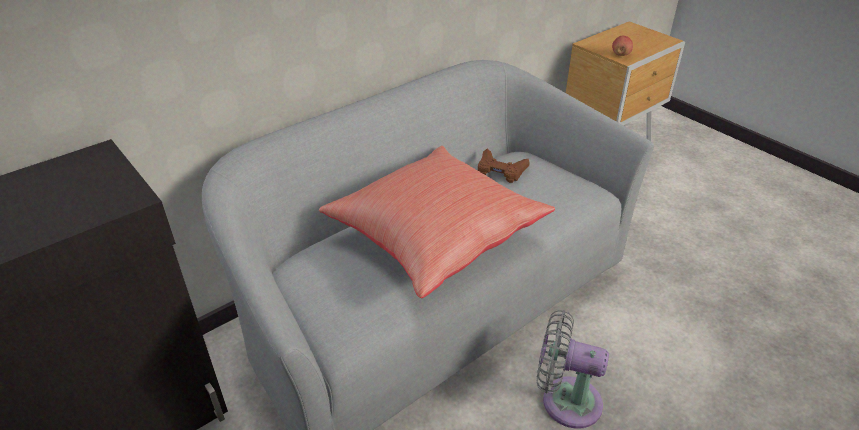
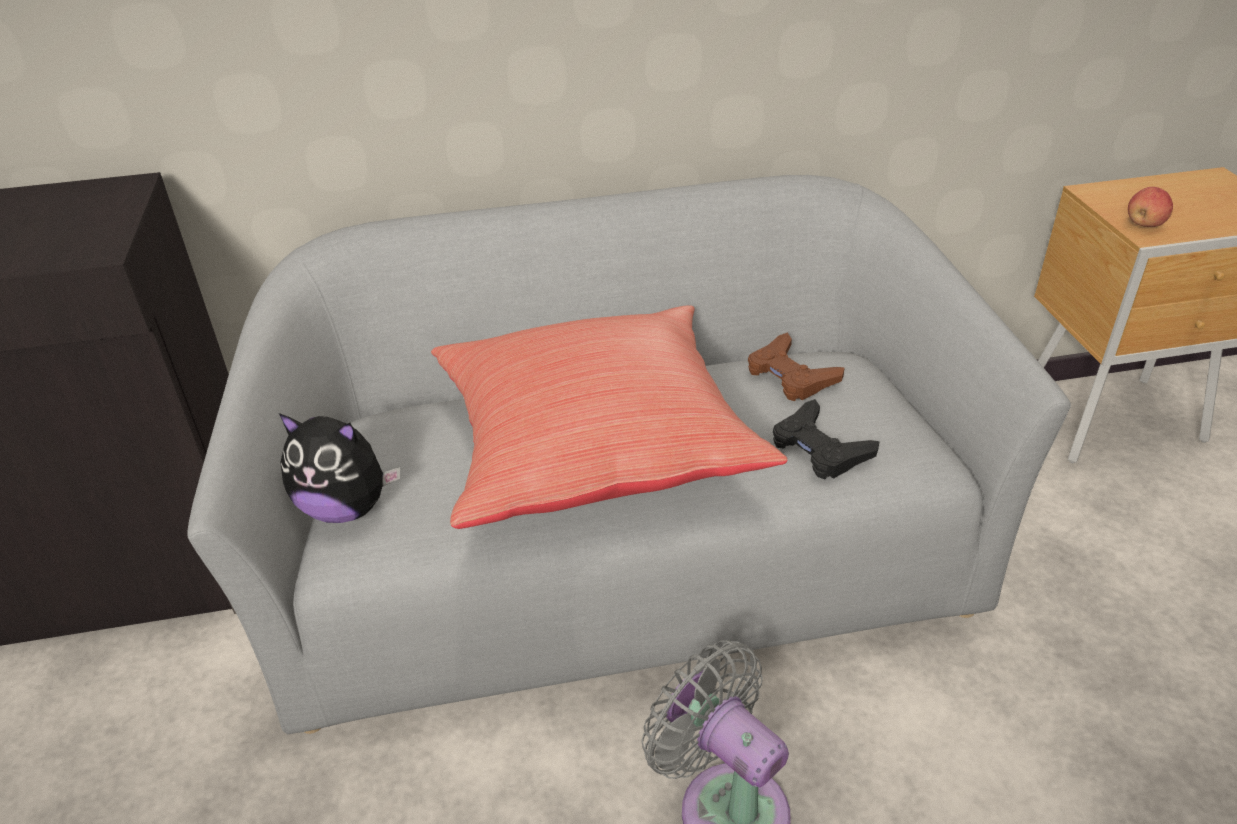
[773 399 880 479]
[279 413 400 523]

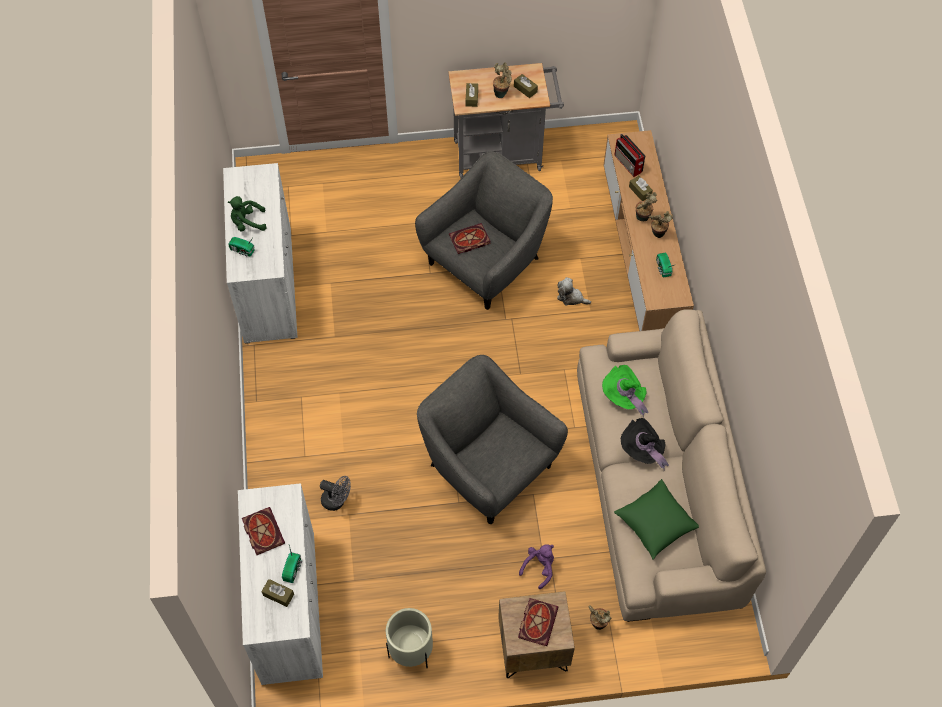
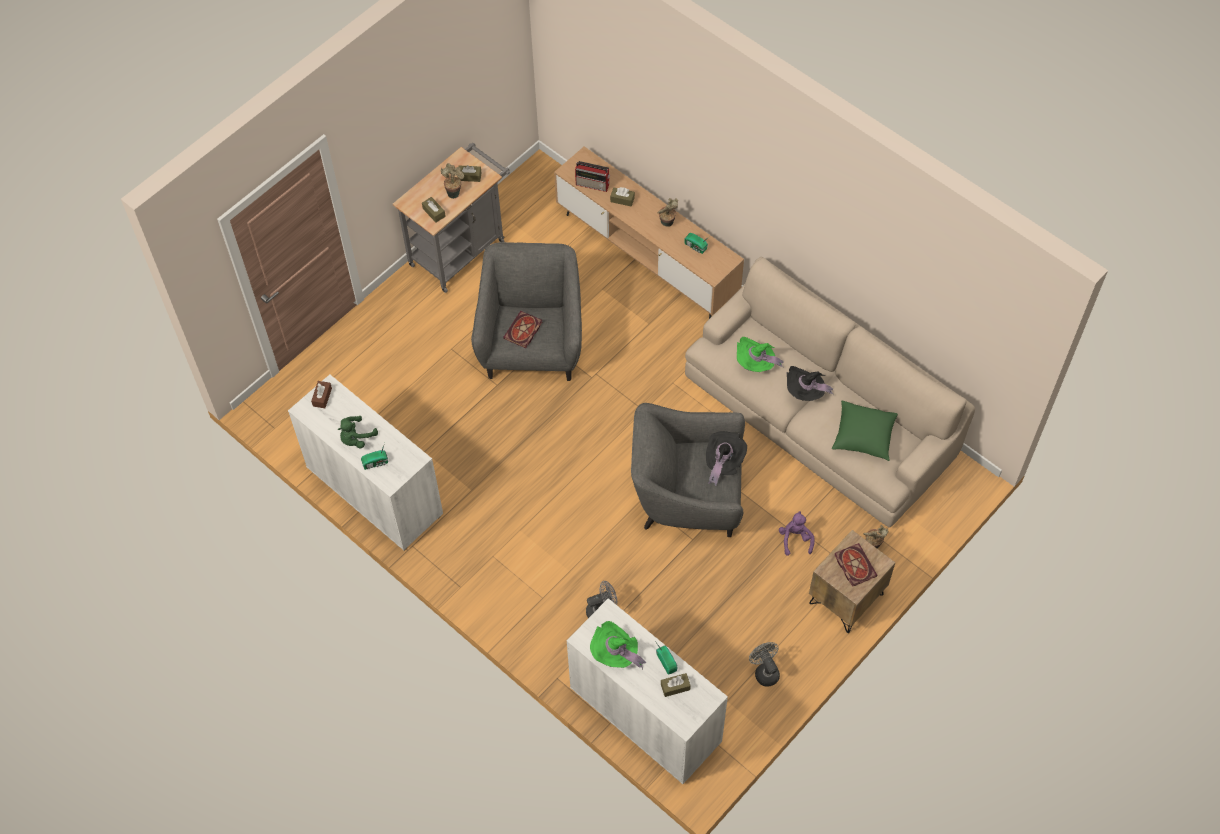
[636 192 657 221] (first image)
[557 277 591 305] (first image)
[590 621 646 670]
[749 642 780 687]
[311 381 332 408]
[706 431 747 486]

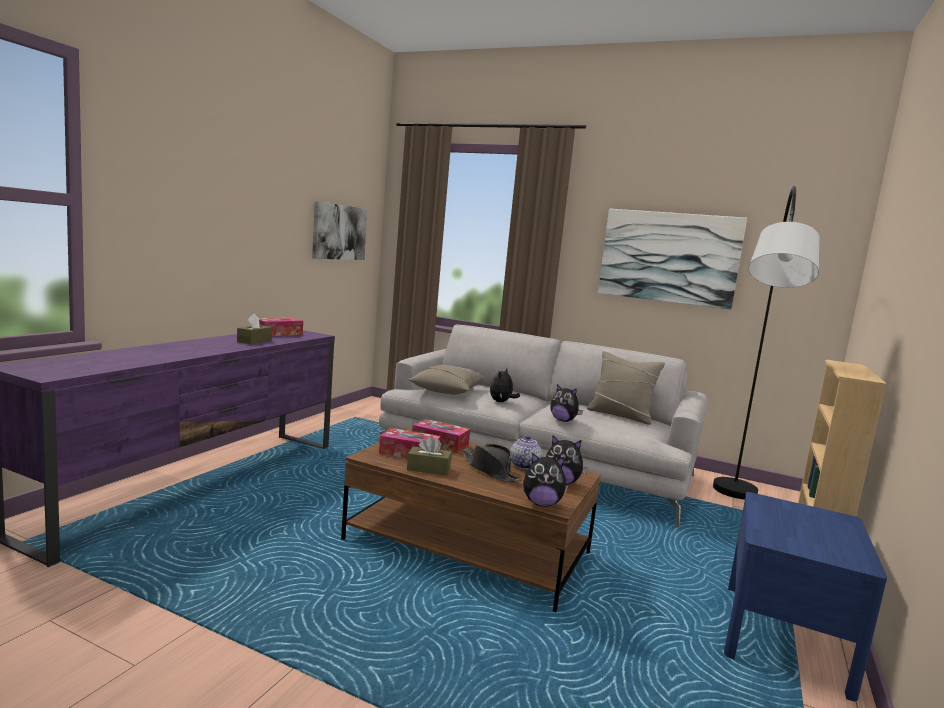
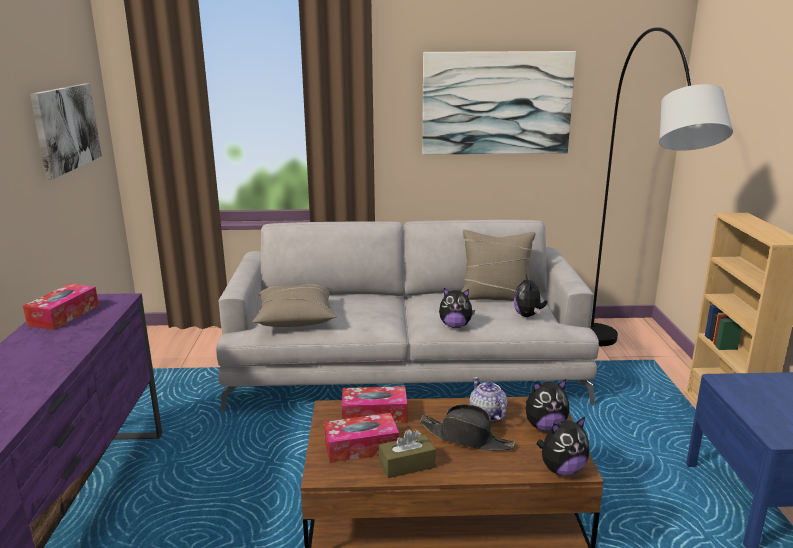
[237 314 272 344] (first image)
[514 275 547 317]

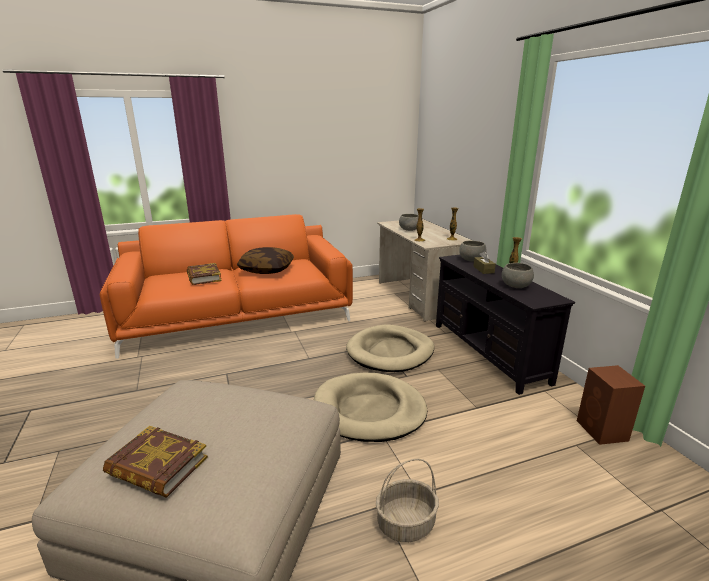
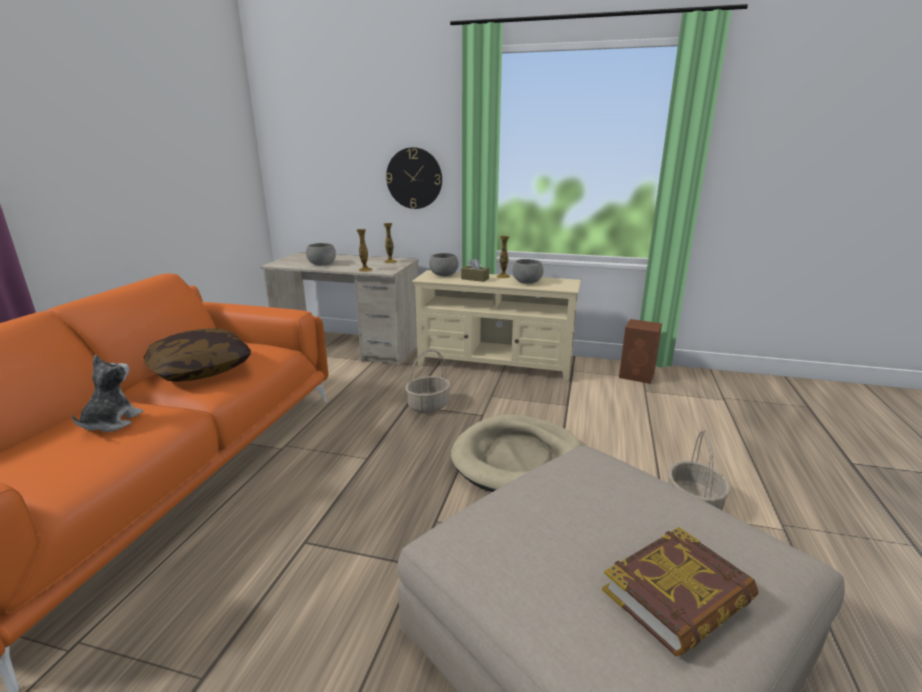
[412 270 581 381]
[72 355 143 432]
[406 349 451 413]
[386 147 442 209]

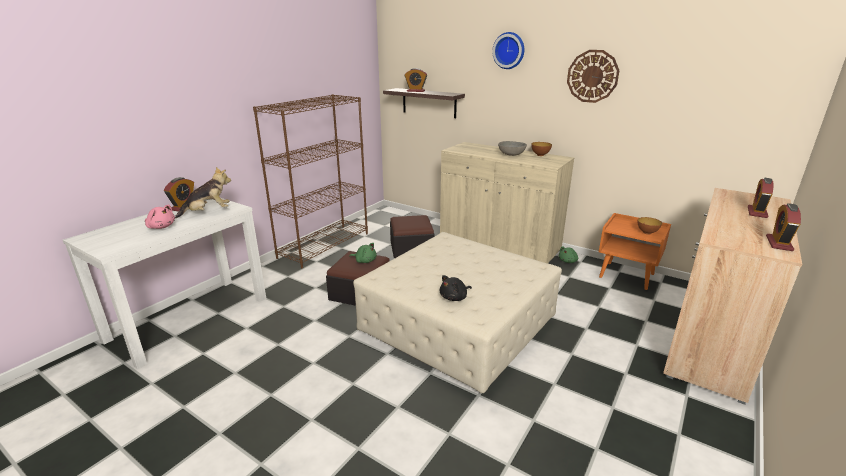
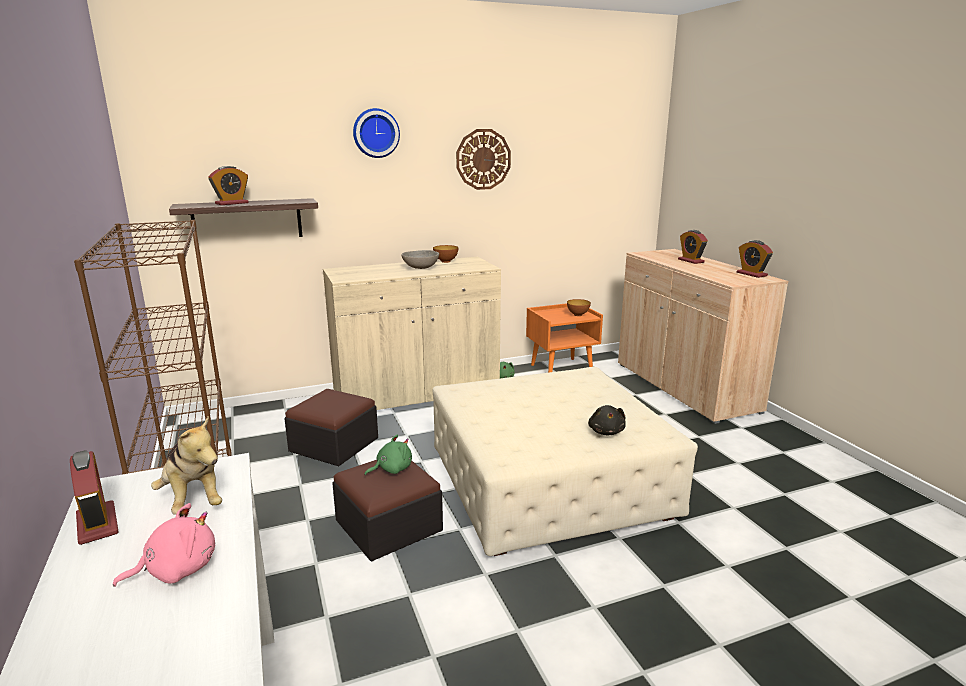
[151 415 222 515]

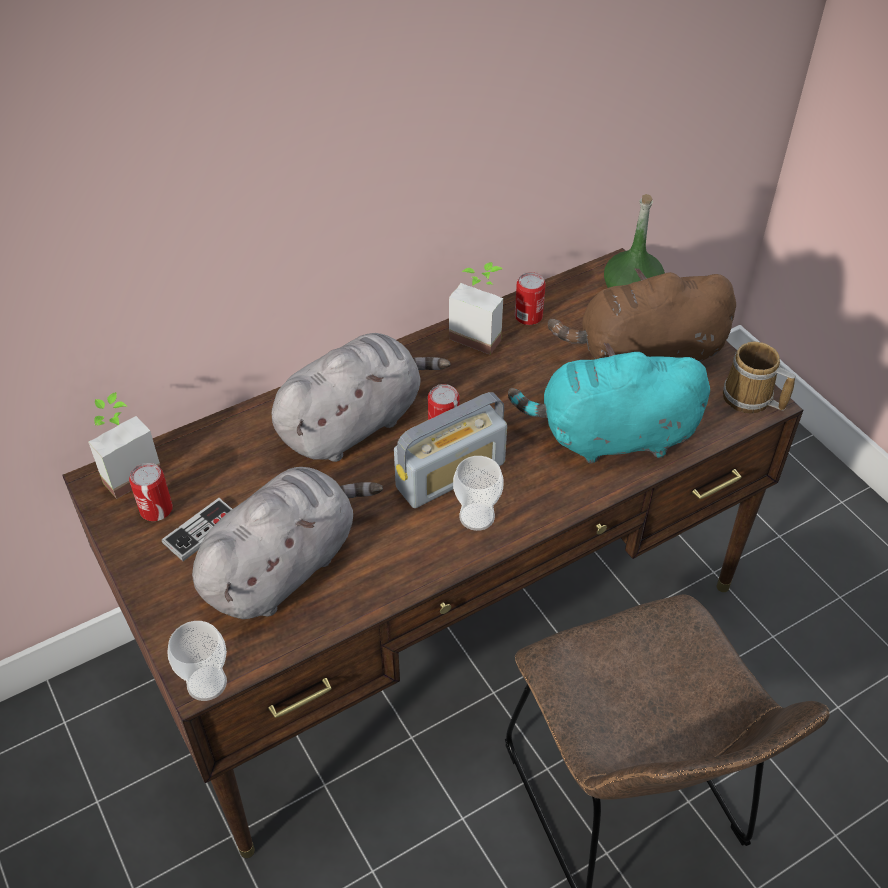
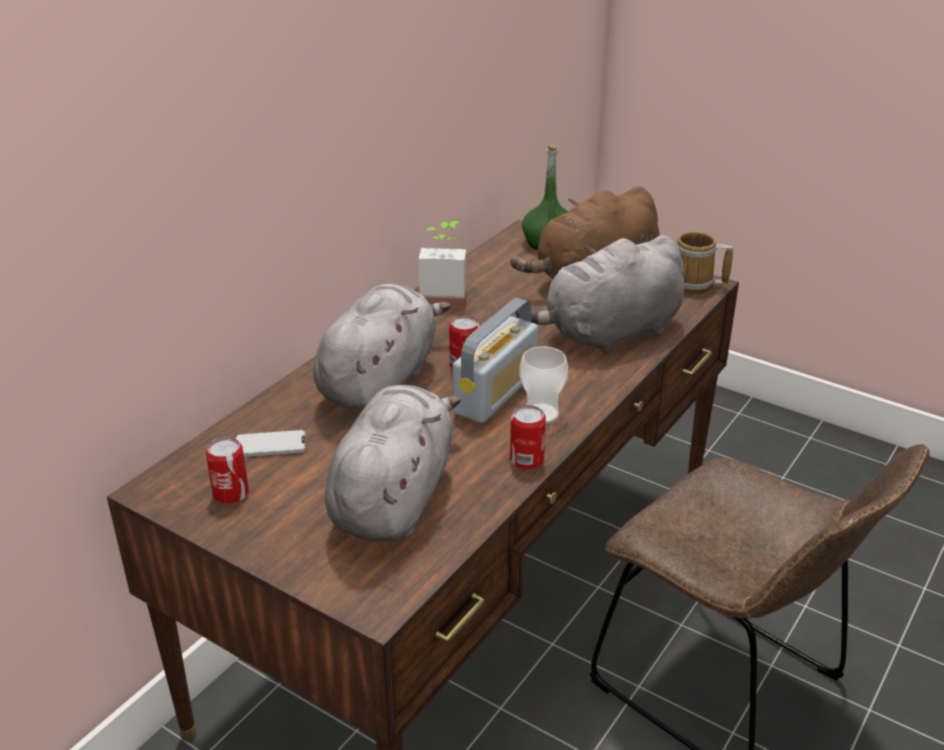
[510 405 546 470]
[515 235 684 355]
[88 392 161 499] (first image)
[162 498 232 561] (first image)
[167 621 227 701] (first image)
[235 430 306 457]

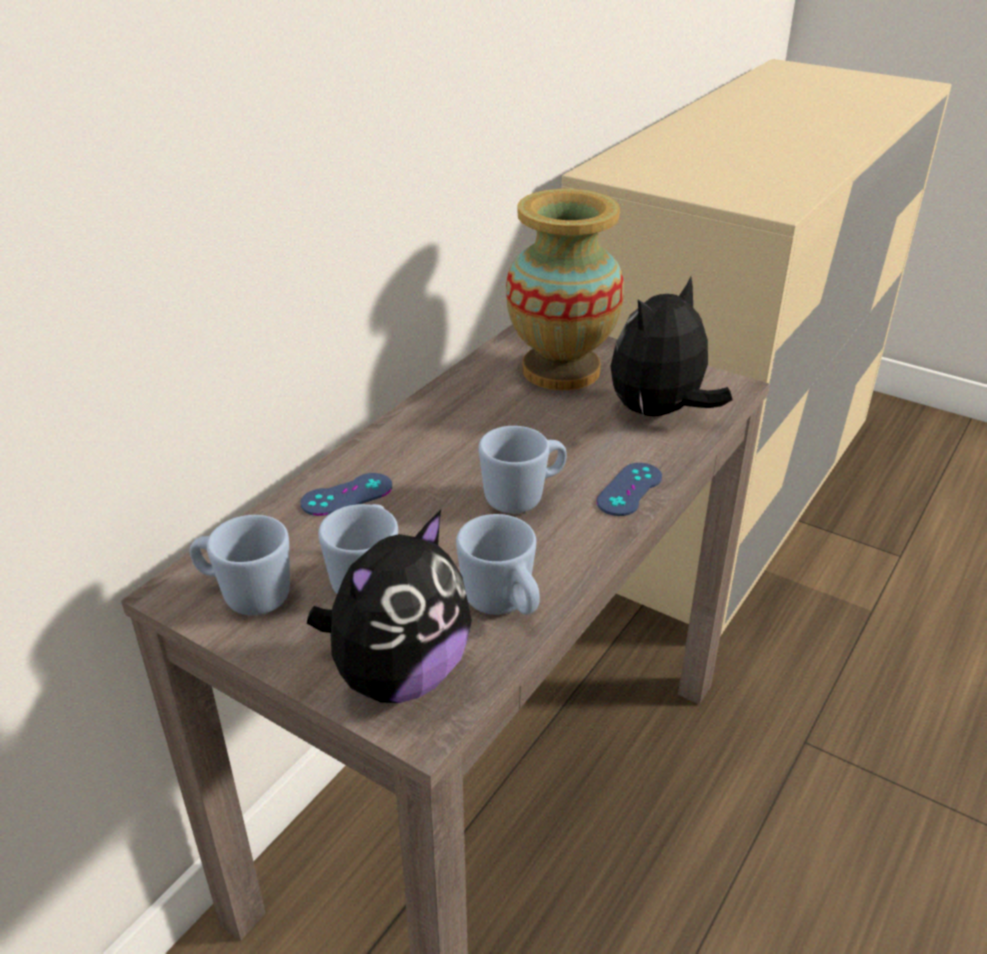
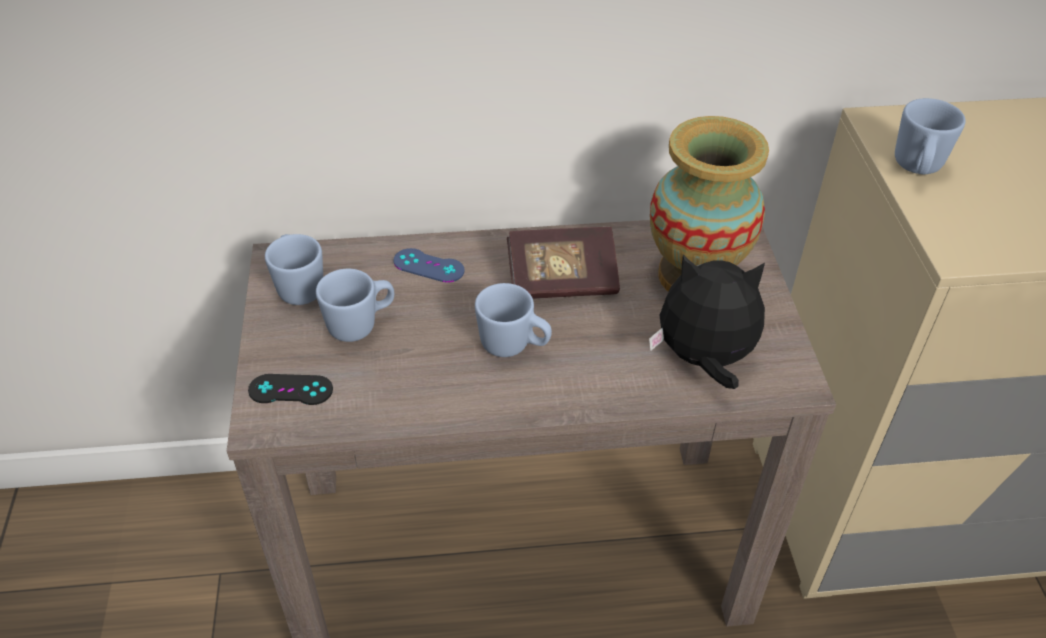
[596 463 662 516] (first image)
[248 374 333 405]
[895 98 966 175]
[507 227 620 299]

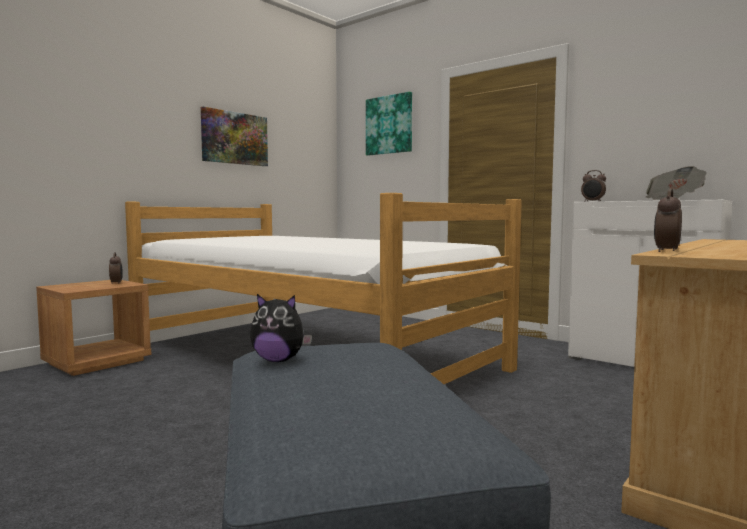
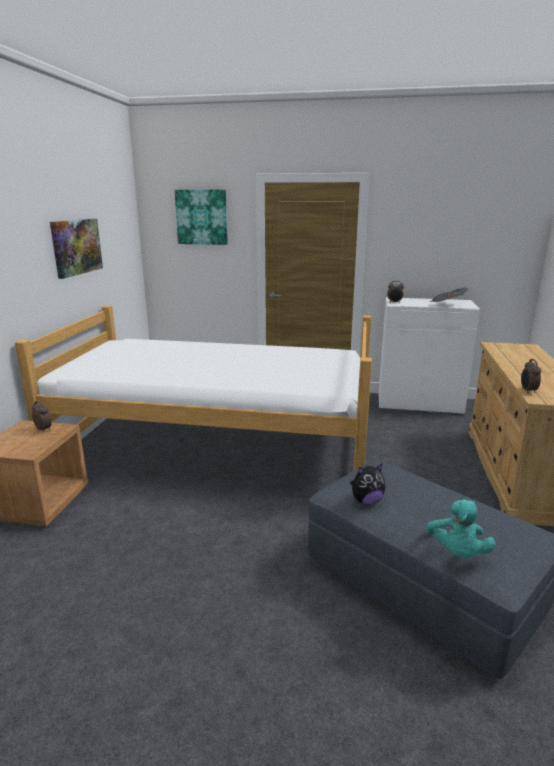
[426 499 496 558]

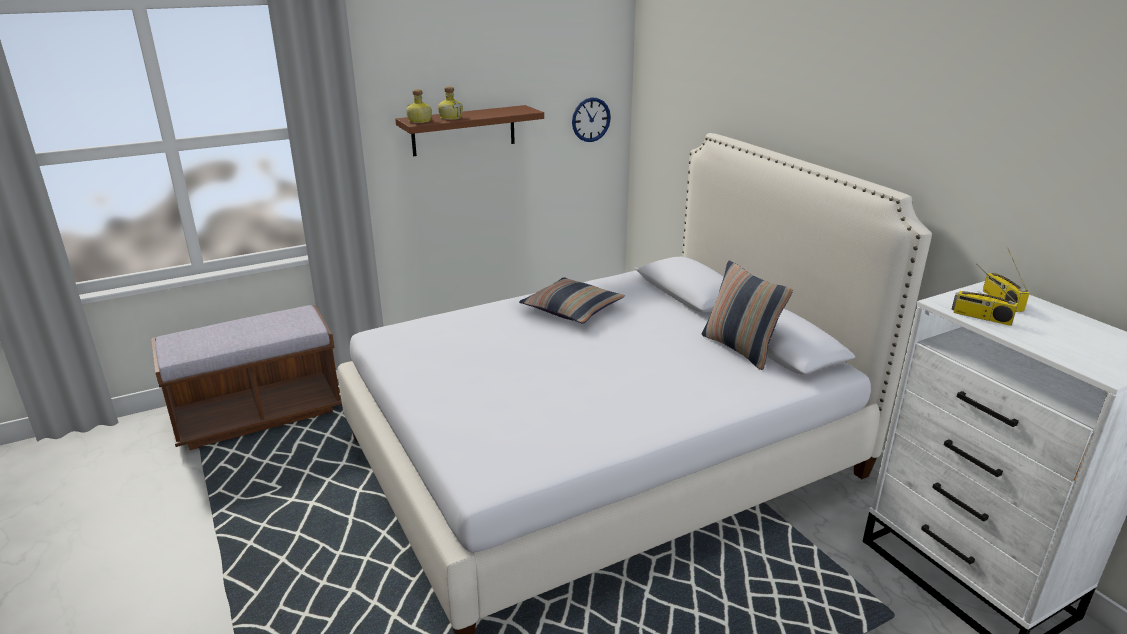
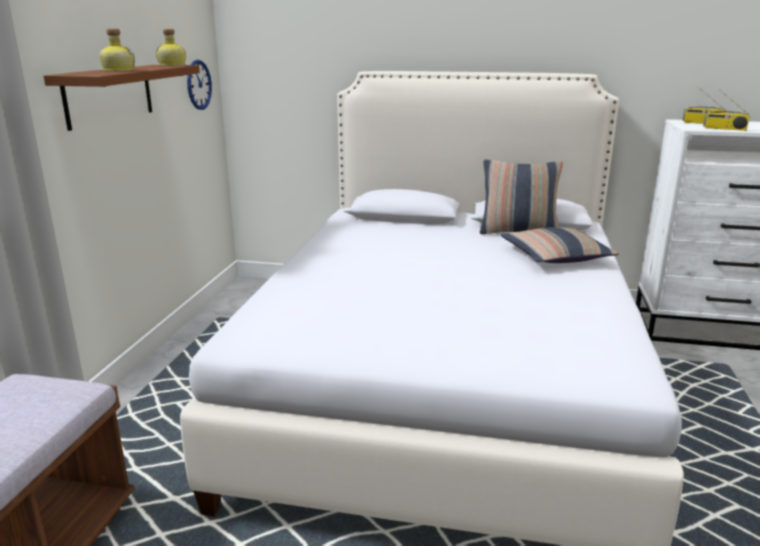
[156 29 186 66]
[703 89 750 131]
[501 227 619 263]

